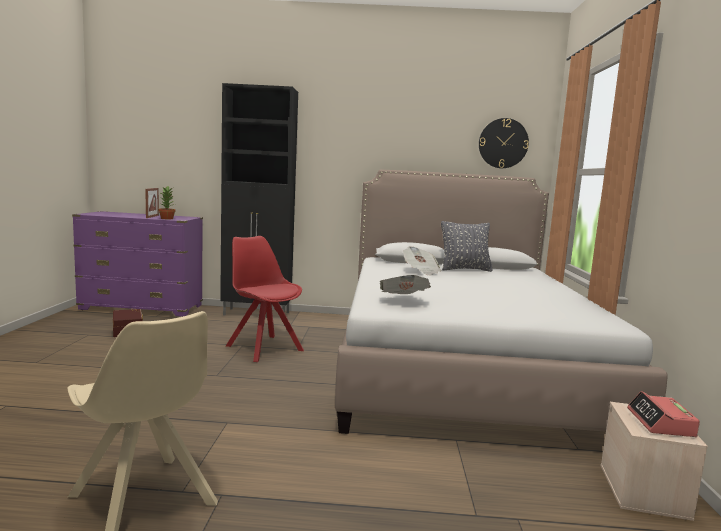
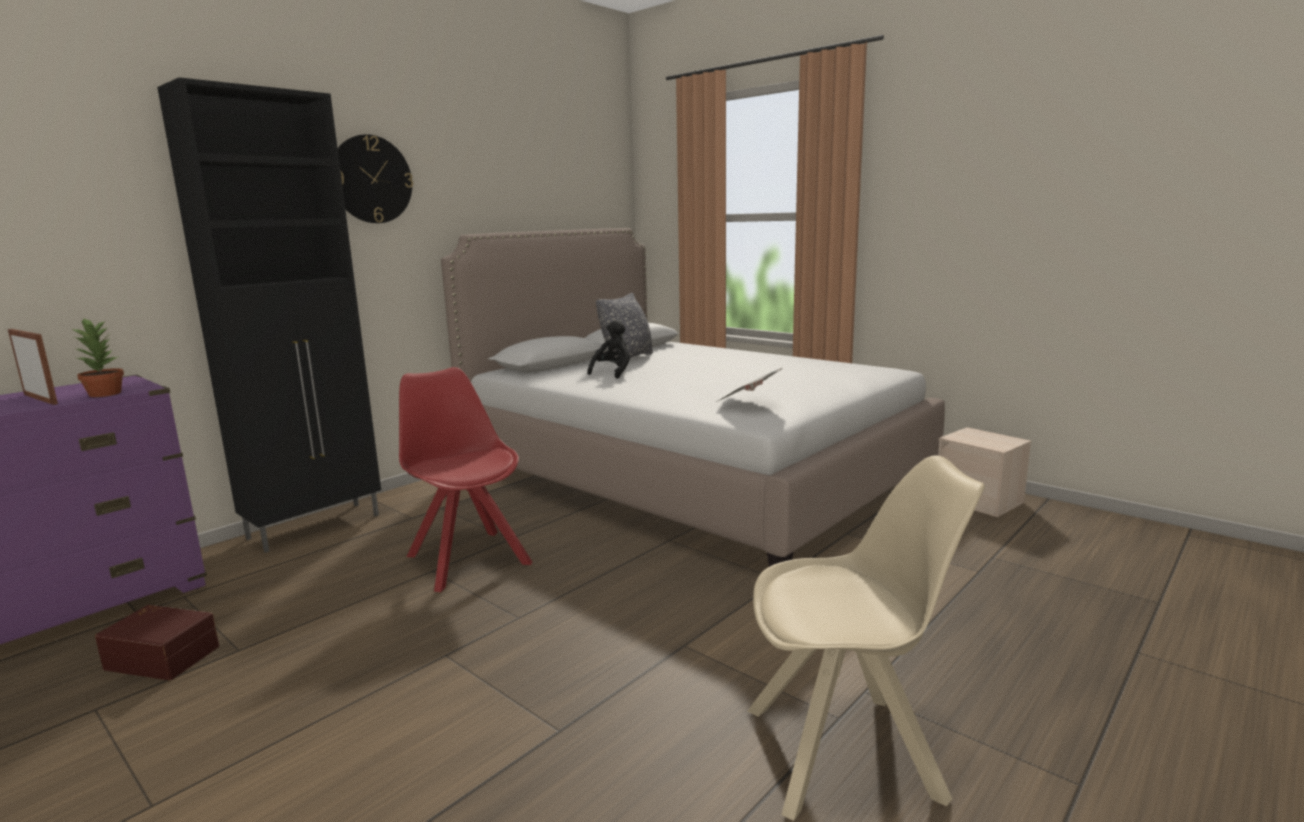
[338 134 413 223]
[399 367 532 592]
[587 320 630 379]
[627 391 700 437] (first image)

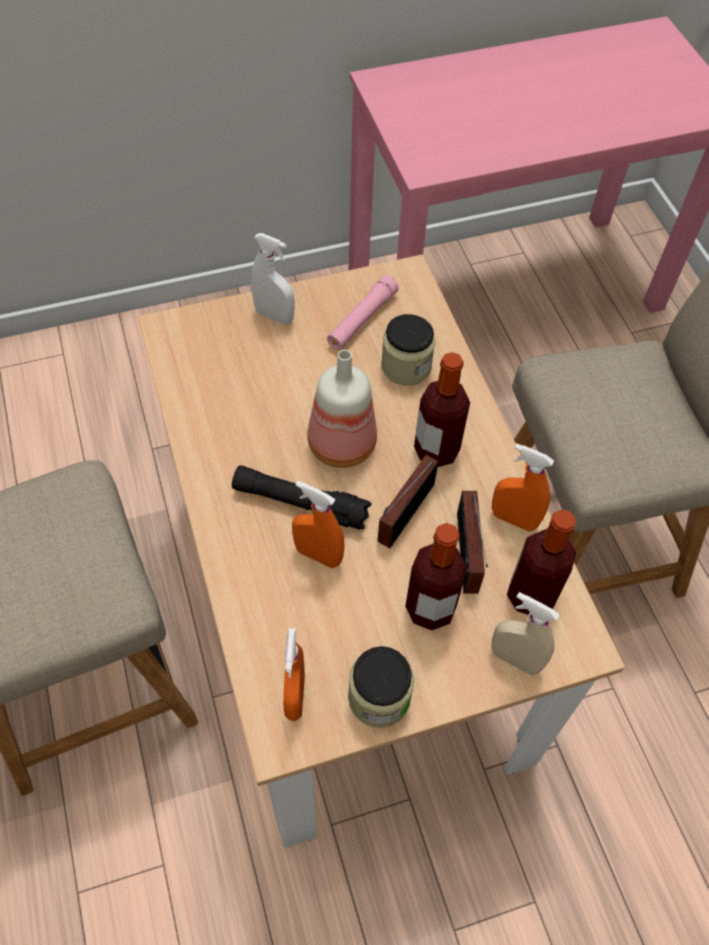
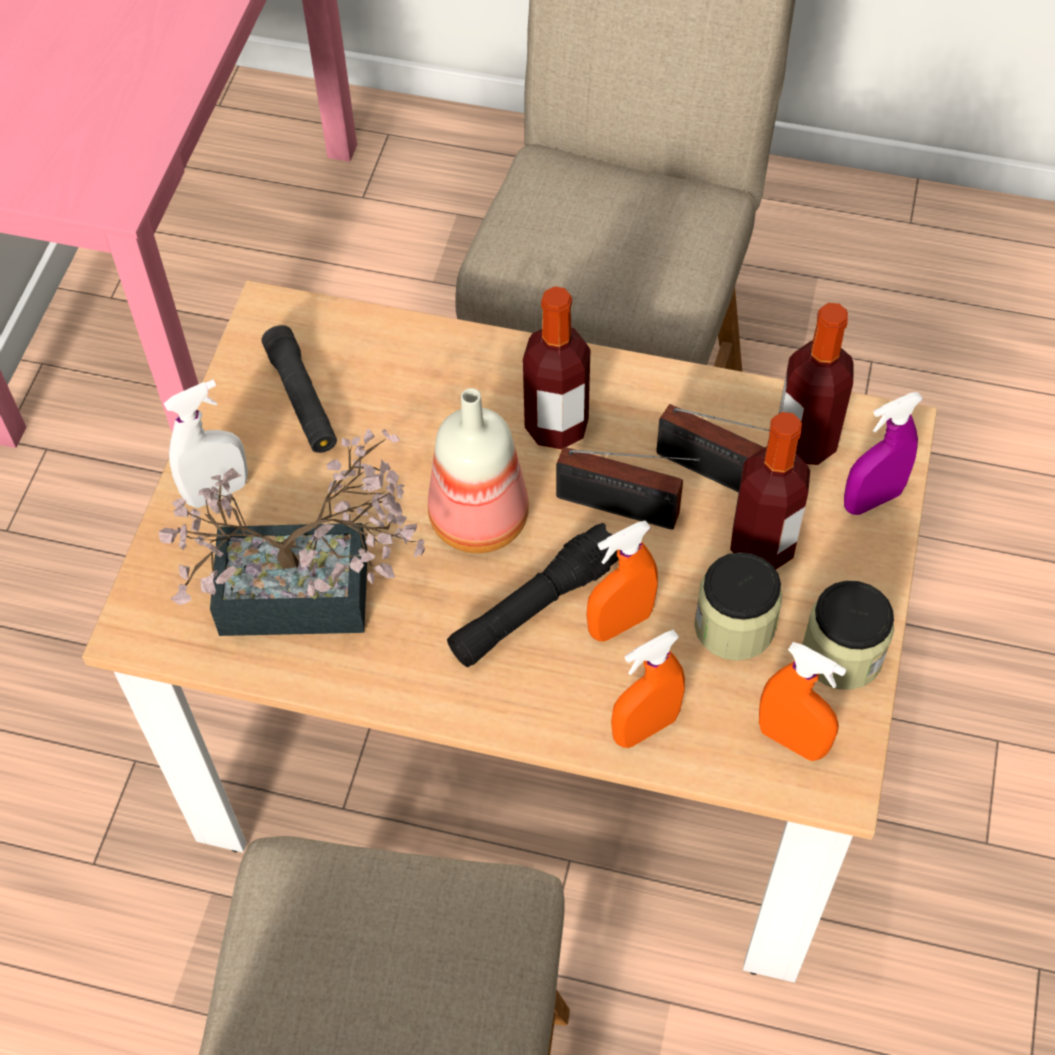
[261 325 337 453]
[694 552 782 661]
[611 630 685 748]
[556 447 700 530]
[844 392 923 515]
[159 428 425 636]

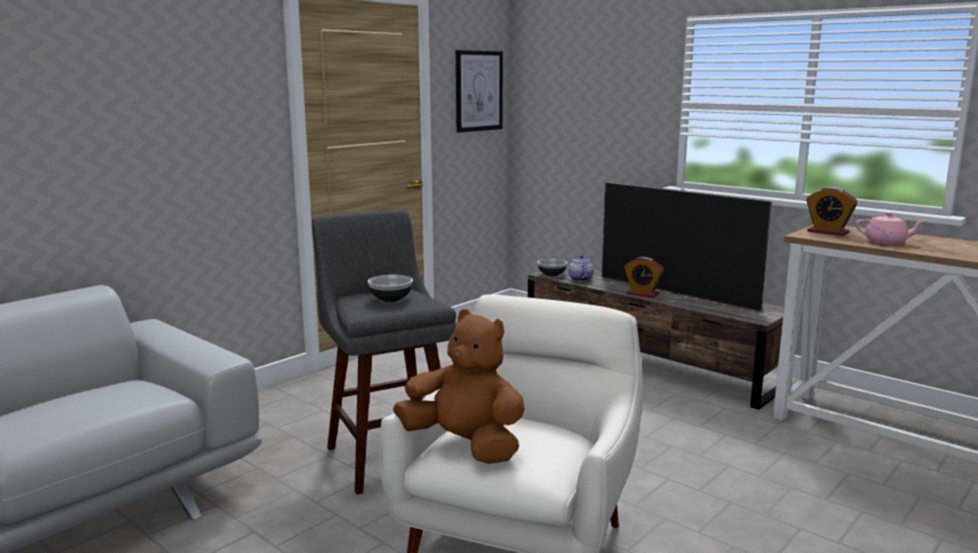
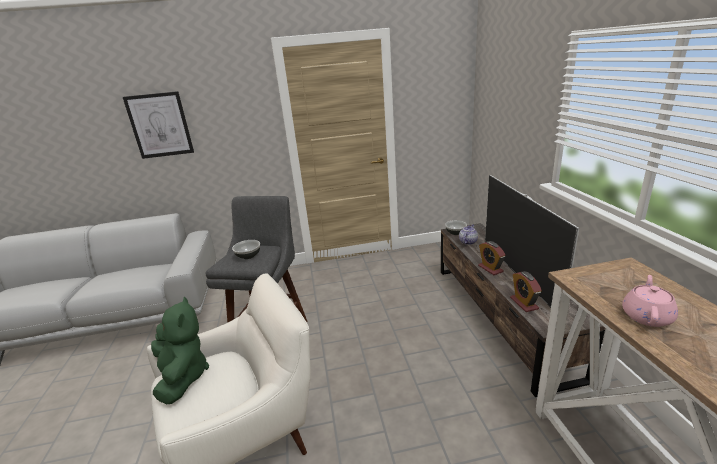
[123 91 194 159]
[510 271 542 312]
[622 275 678 327]
[151 297 209 404]

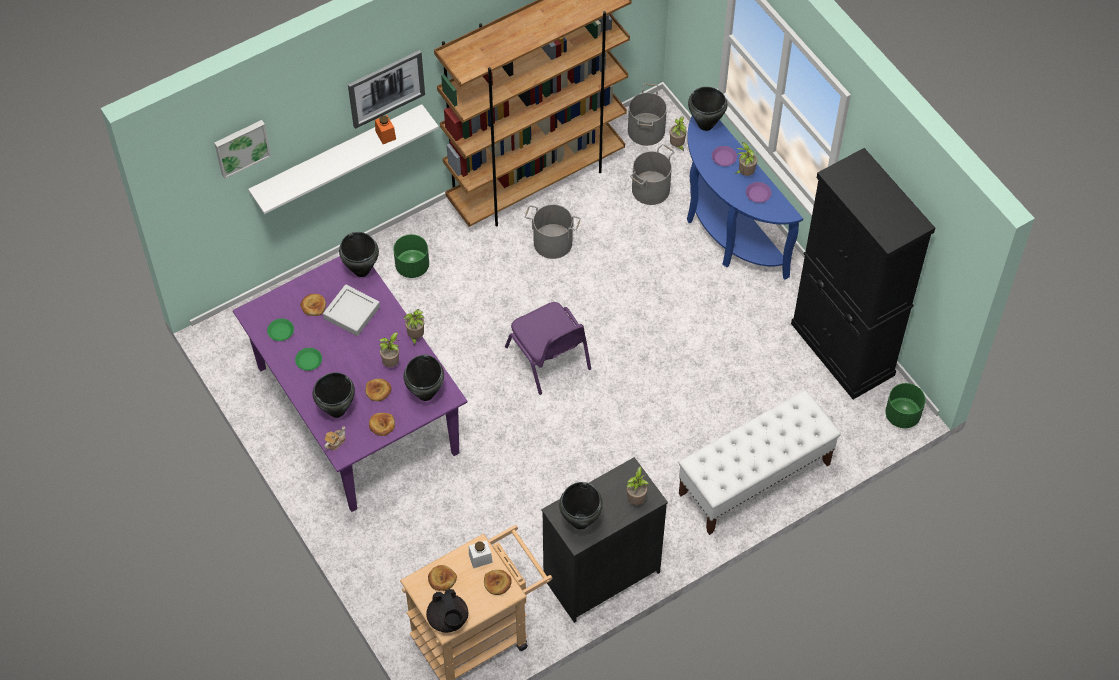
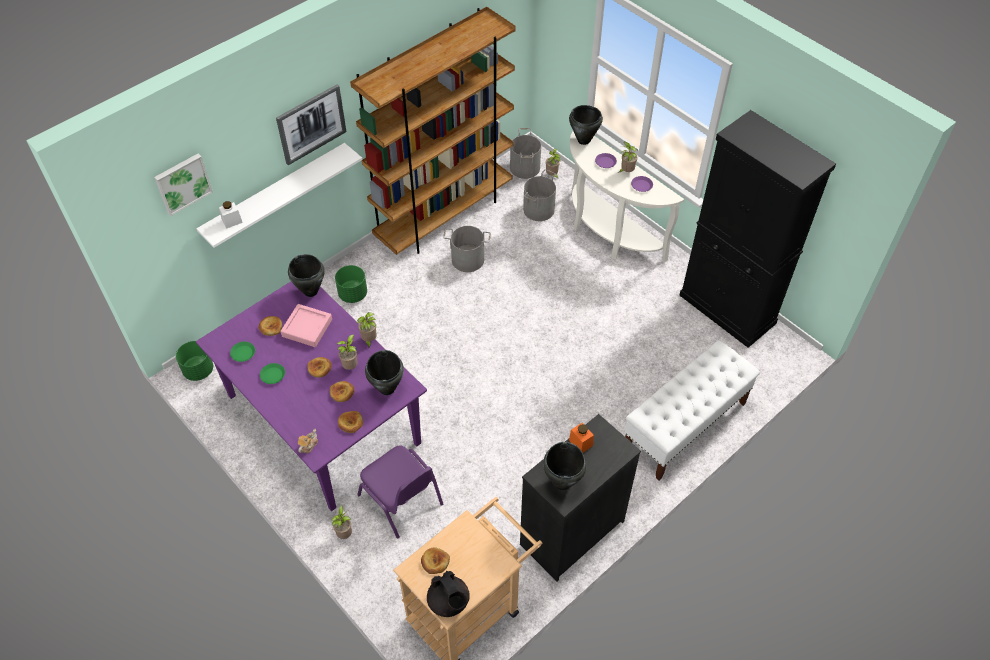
[569 423 594 453]
[570 131 684 262]
[280 304 332 347]
[357 445 443 538]
[313 372 355 418] (first image)
[176 341 213 381]
[331 505 352 539]
[219 201 243 229]
[308 357 332 377]

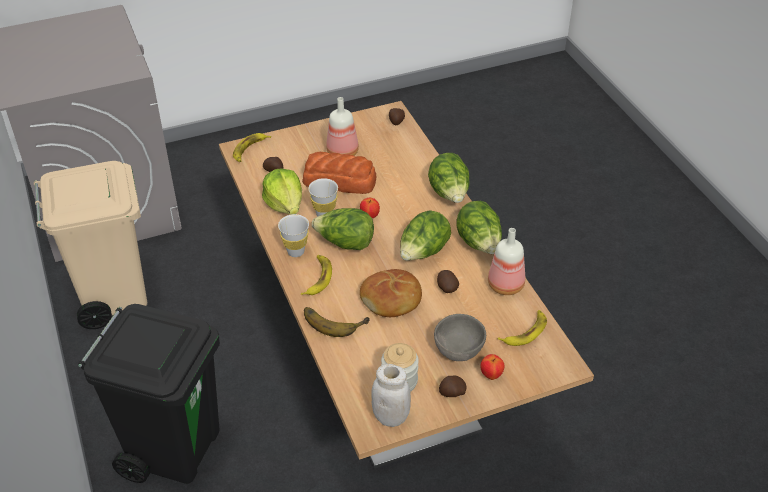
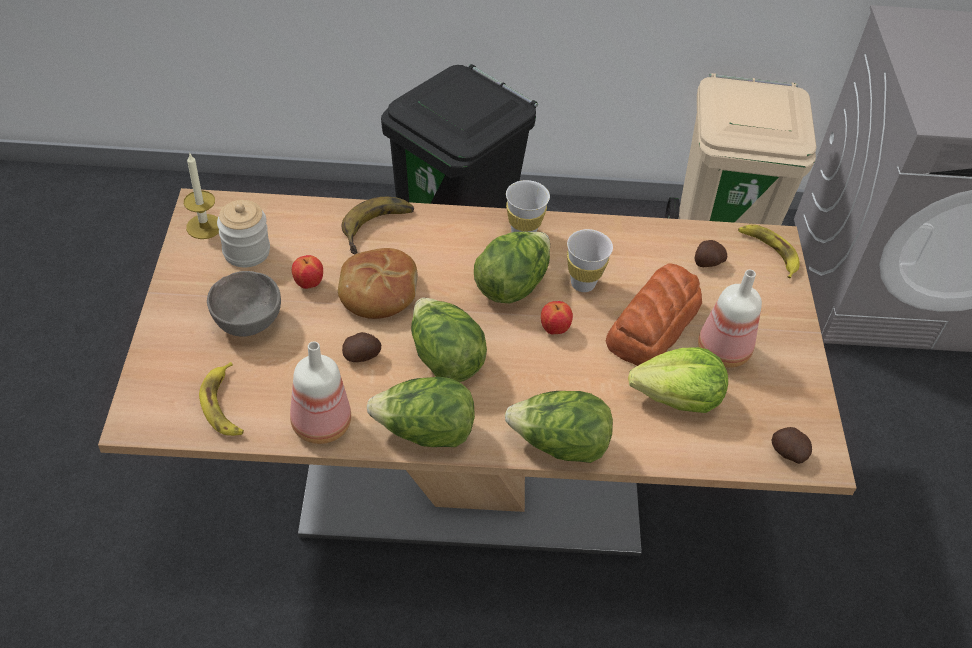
[628 347 728 413]
[301 255 332 295] (first image)
[292 255 323 289]
[184 154 219 239]
[439 376 466 397] (first image)

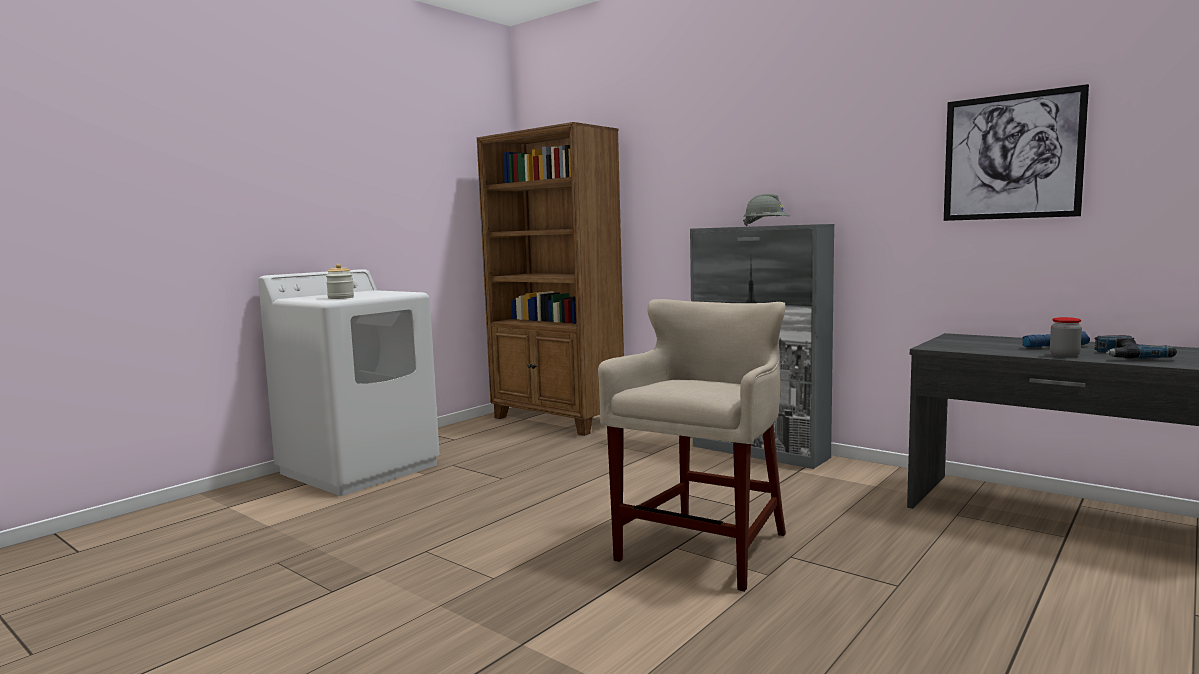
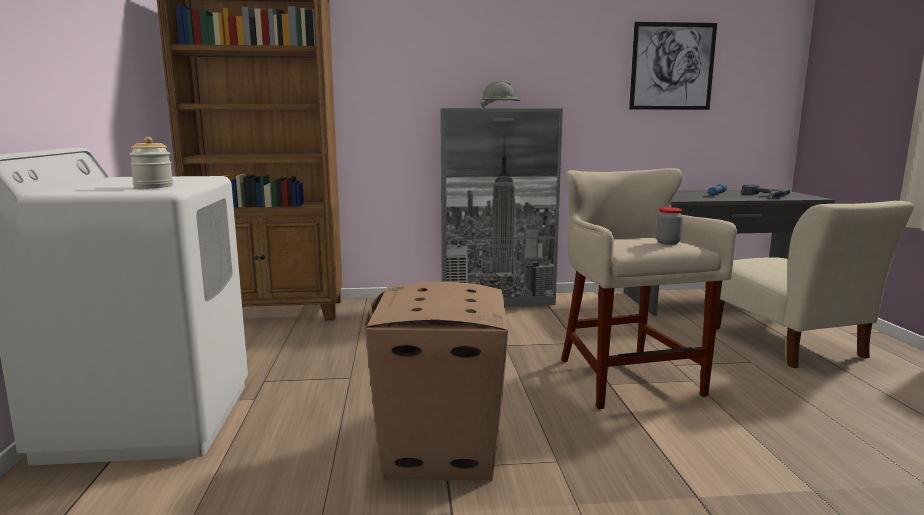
[656 207 683 245]
[716 201 914 368]
[365 282 508 481]

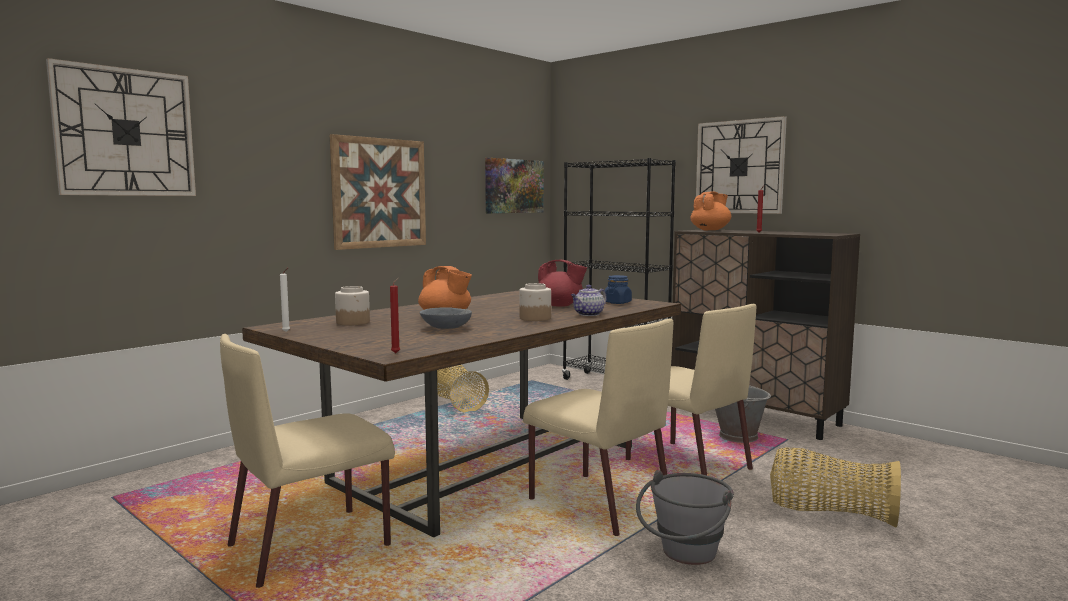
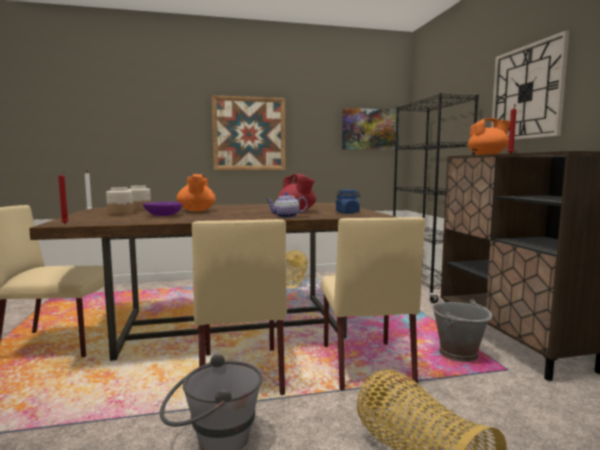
[46 58 196 196] (first image)
[106 187 133 215]
[143 202 182 216]

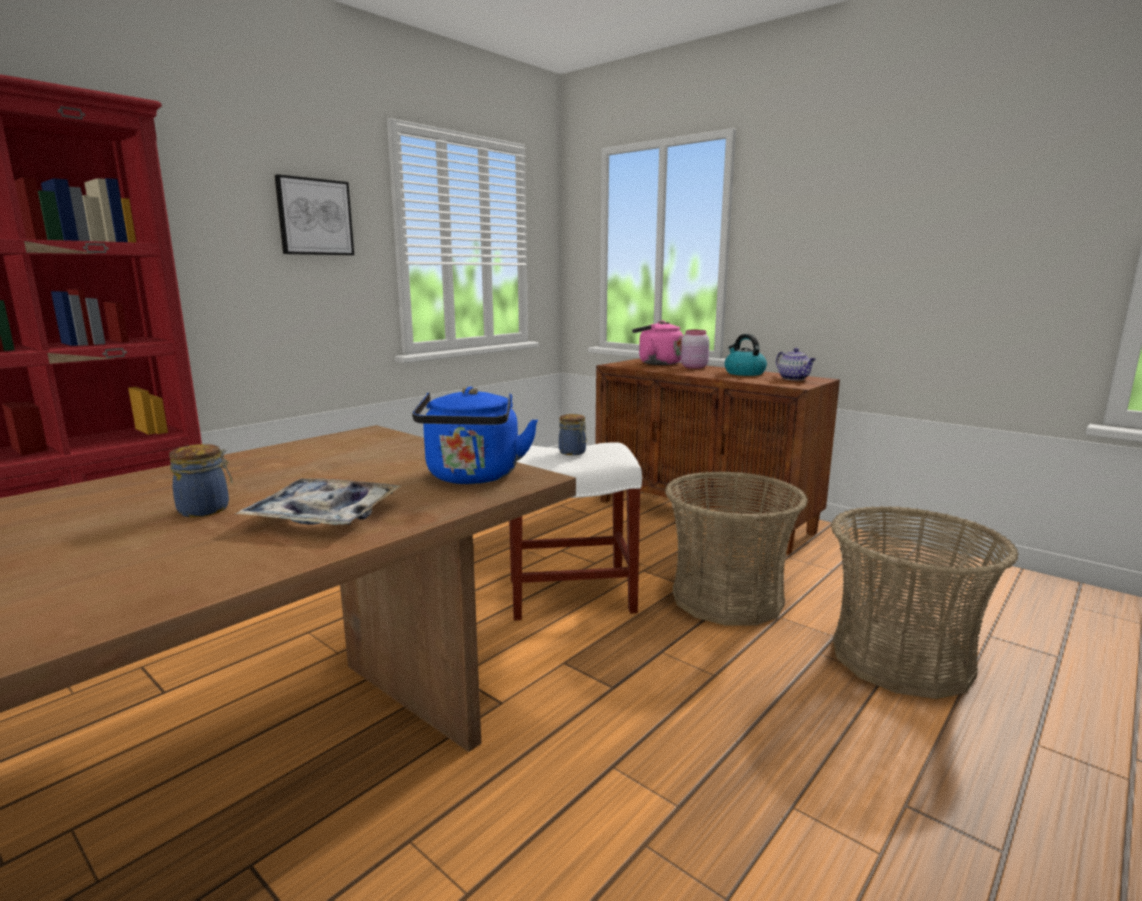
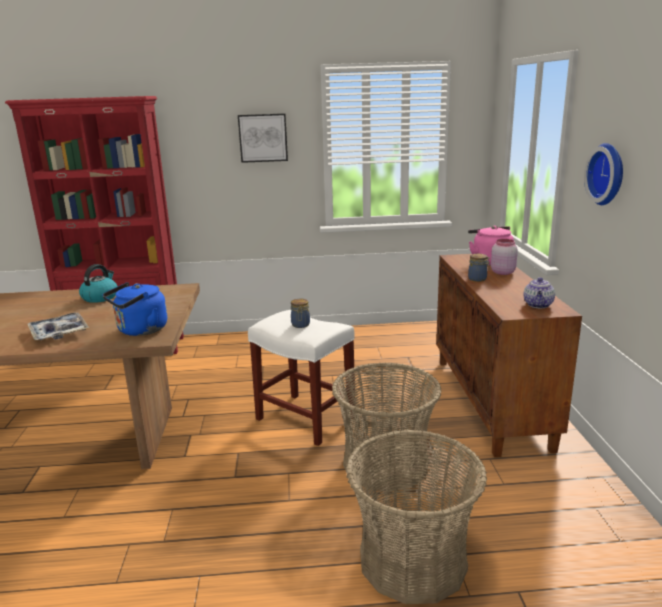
[79 264 118 303]
[468 254 490 282]
[584 143 623 205]

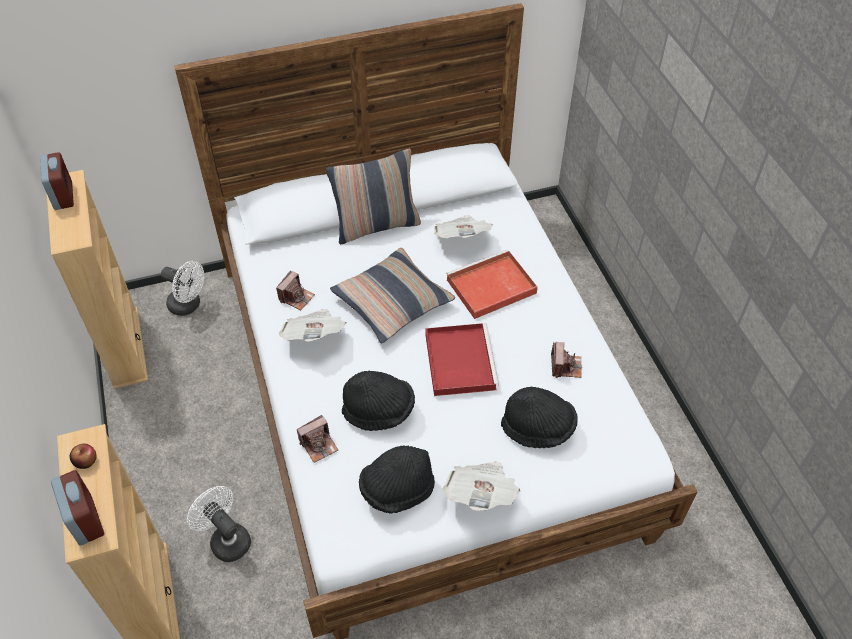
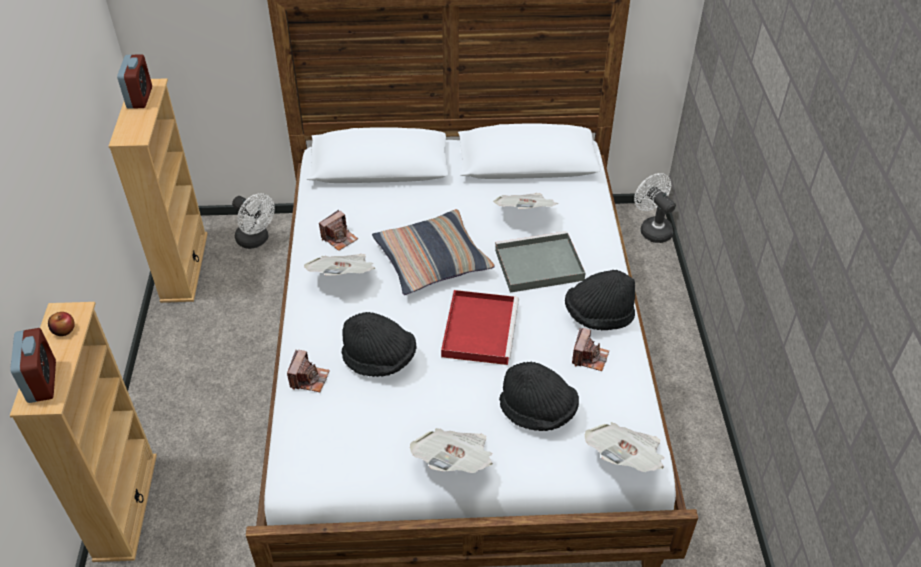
[326 149 421 244] (first image)
[495 231 585 293]
[287 350 330 392]
[565 270 635 330]
[634 173 676 243]
[584 422 664 472]

